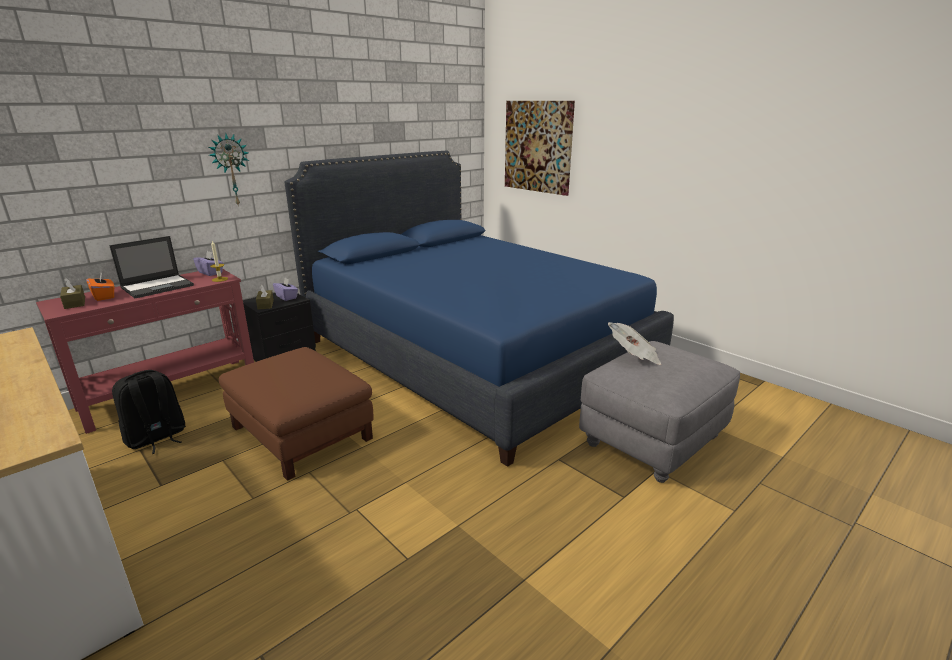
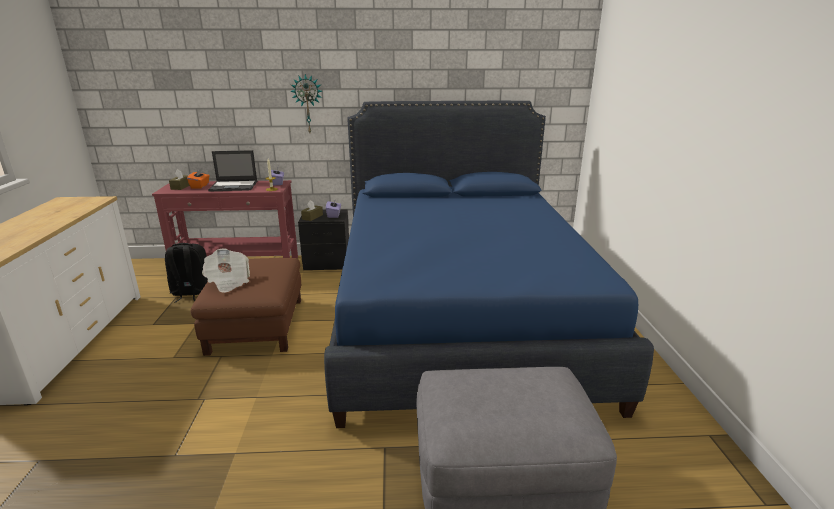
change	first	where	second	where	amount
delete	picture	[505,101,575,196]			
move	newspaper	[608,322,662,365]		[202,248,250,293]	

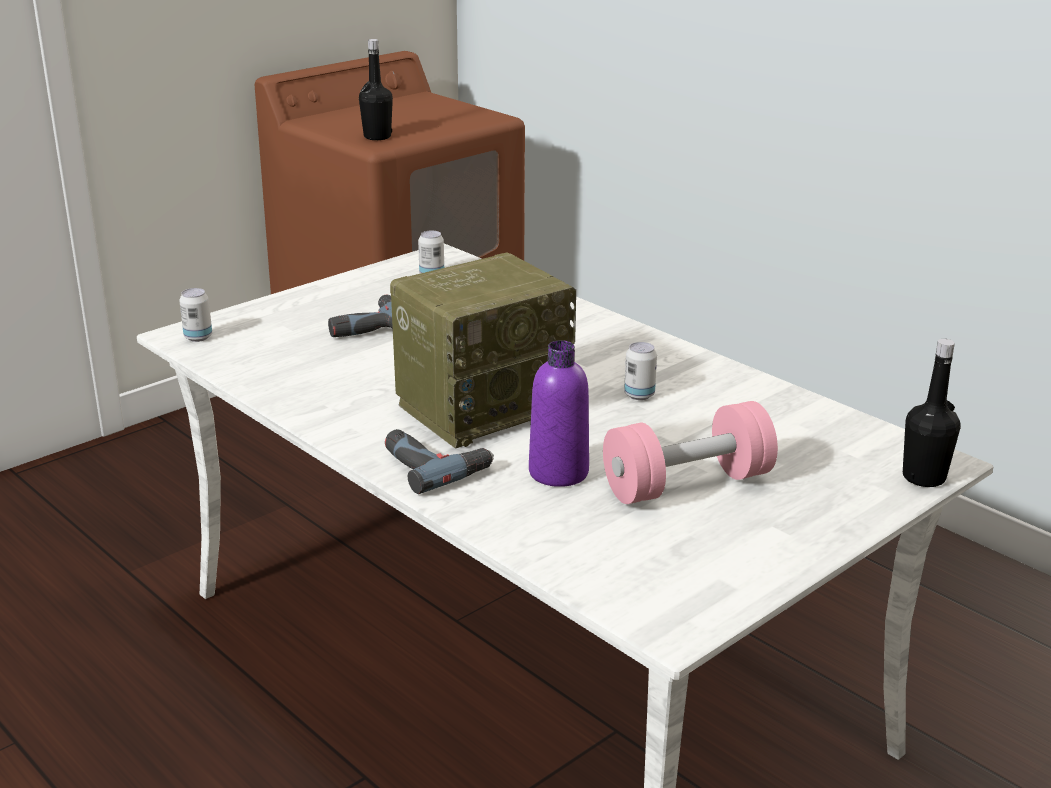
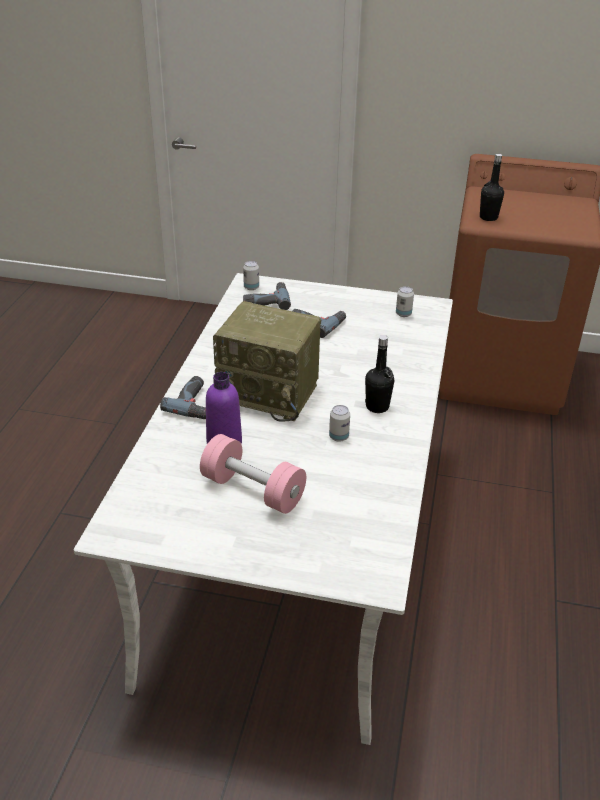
change	first	where	second	where	amount
insert			power drill	[243,282,291,310]	
move	bottle in black	[903,339,960,487]		[365,335,394,413]	

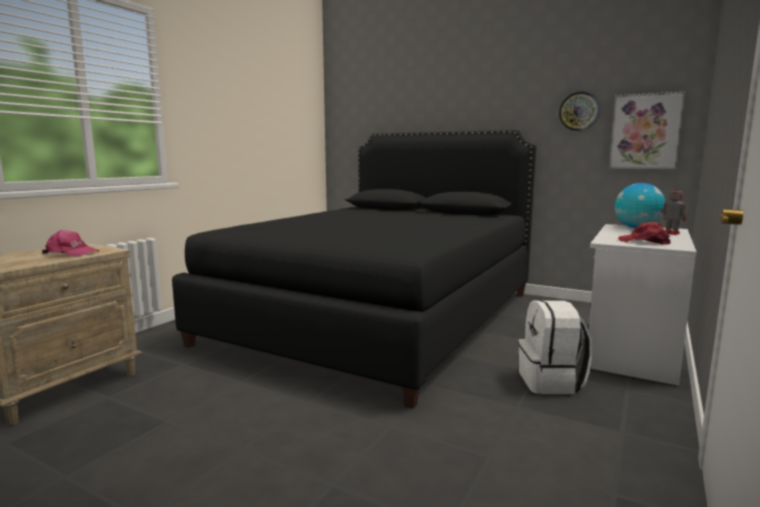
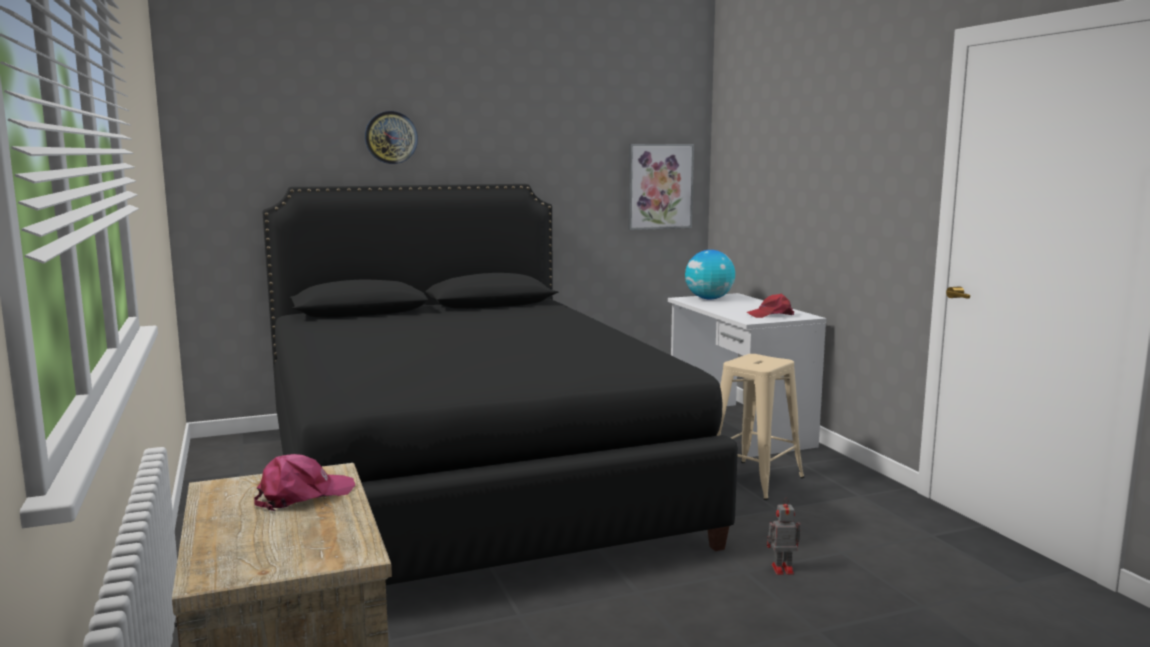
change	first	where	second	where	amount
move	wall clock	[559,91,600,131]		[365,111,418,164]	
move	toy robot	[661,185,686,235]		[767,498,801,575]	
replace	backpack in white	[518,300,592,394]	stool in beige	[716,354,804,500]	

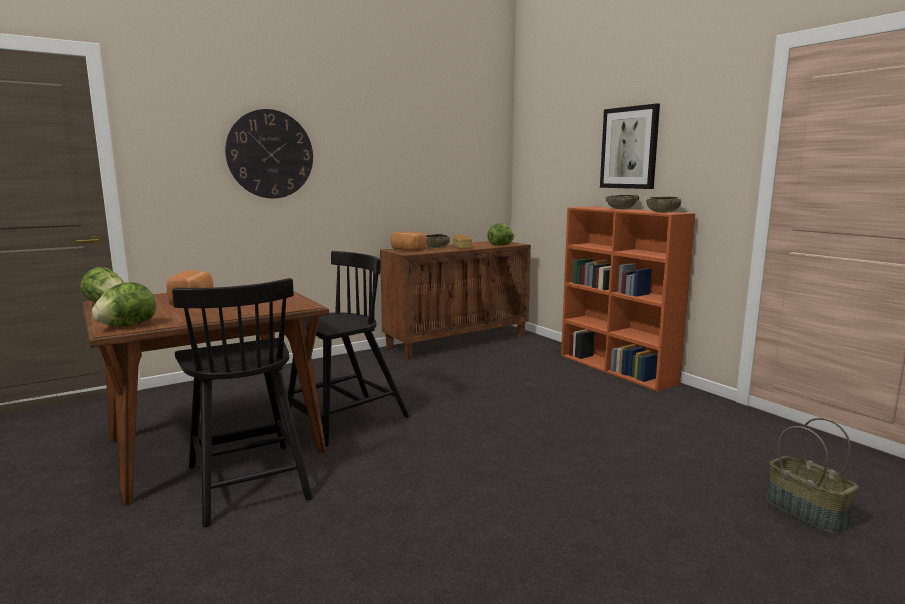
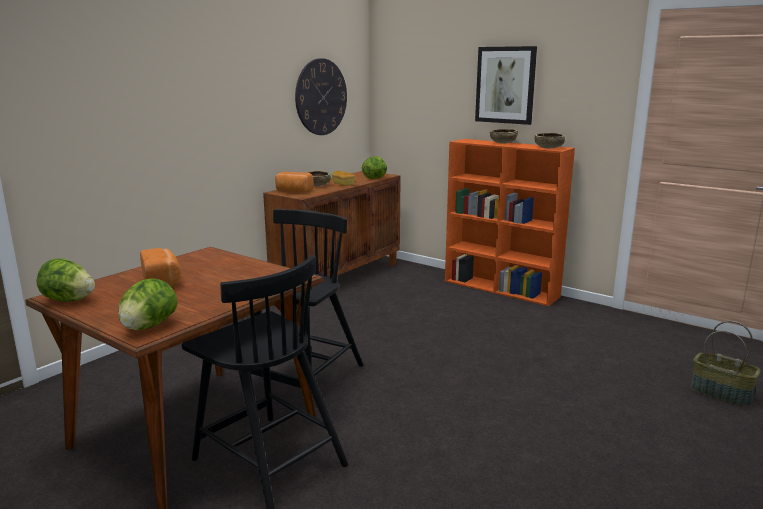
change	first	where	second	where	amount
move	wall clock	[225,109,313,198]		[295,58,347,135]	

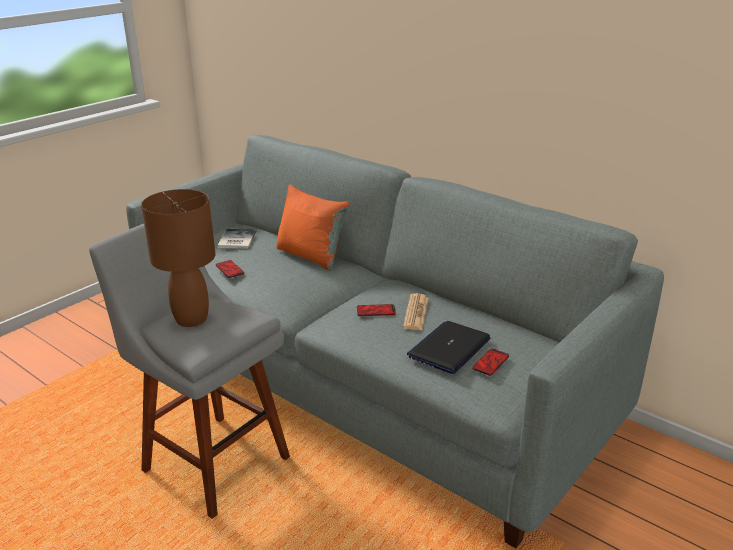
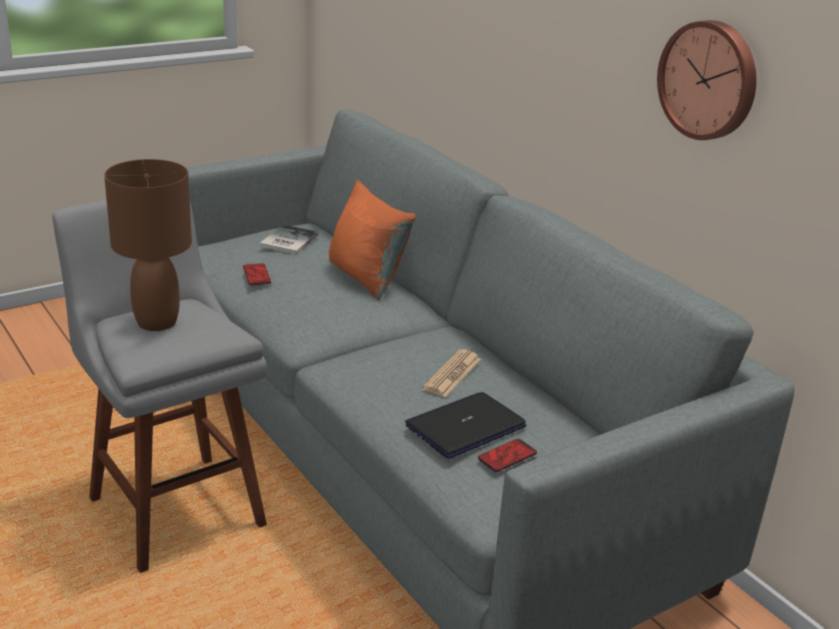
change	first	where	second	where	amount
delete	phone	[357,304,396,316]			
insert			wall clock	[657,20,757,140]	

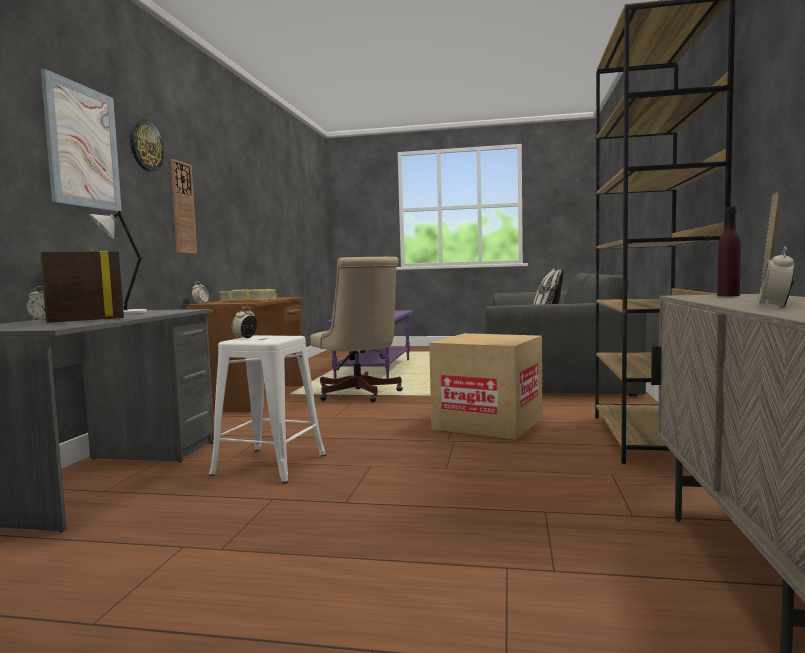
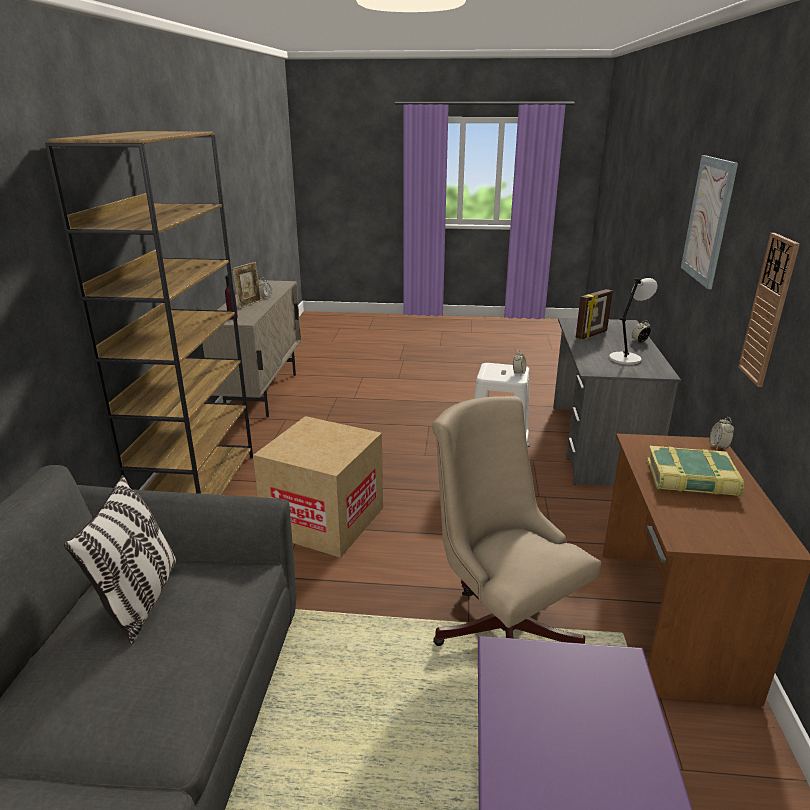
change	first	where	second	where	amount
delete	wall clock	[130,119,164,172]			

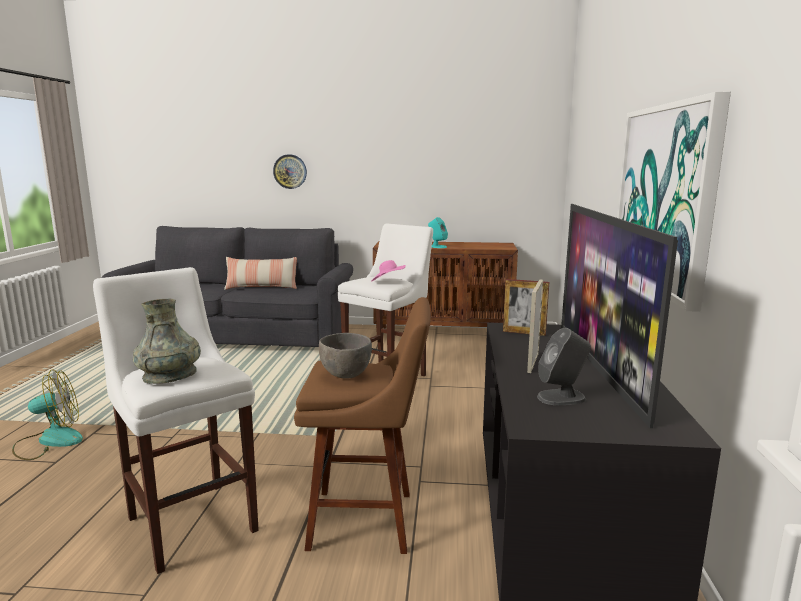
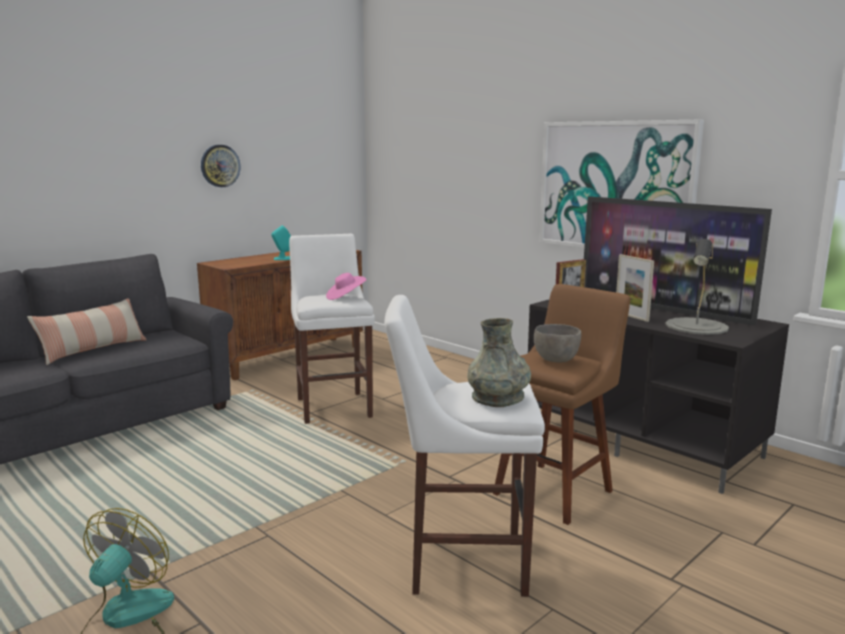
change	first	where	second	where	amount
move	wall clock	[273,154,307,189]		[201,145,241,187]	
replace	speaker in grey	[537,328,591,405]	table lamp in grey	[665,239,729,335]	

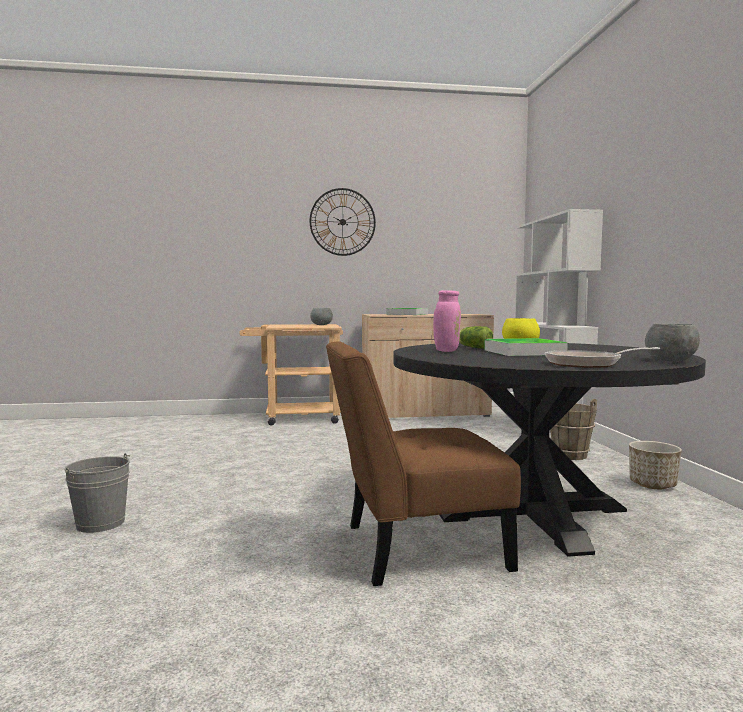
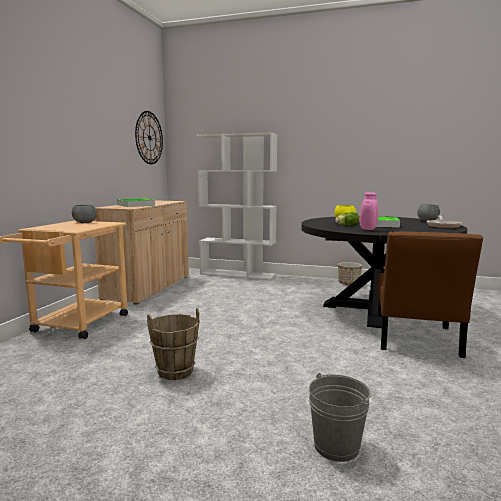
change	first	where	second	where	amount
move	wall clock	[309,188,376,256]		[135,111,163,164]	
move	bucket in brown	[550,399,597,460]		[147,308,199,380]	

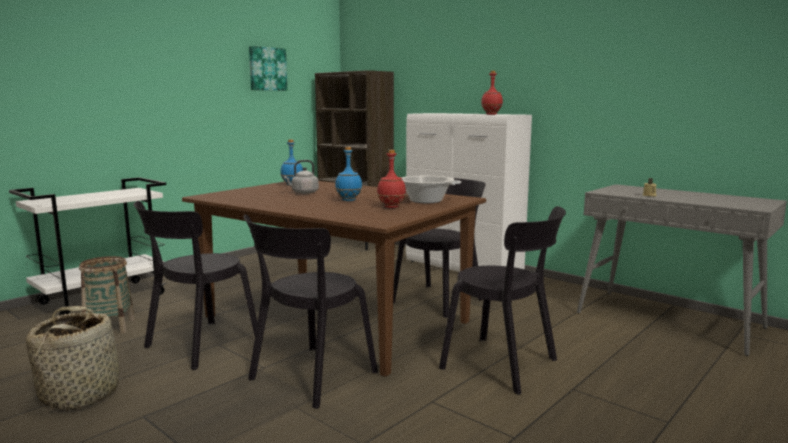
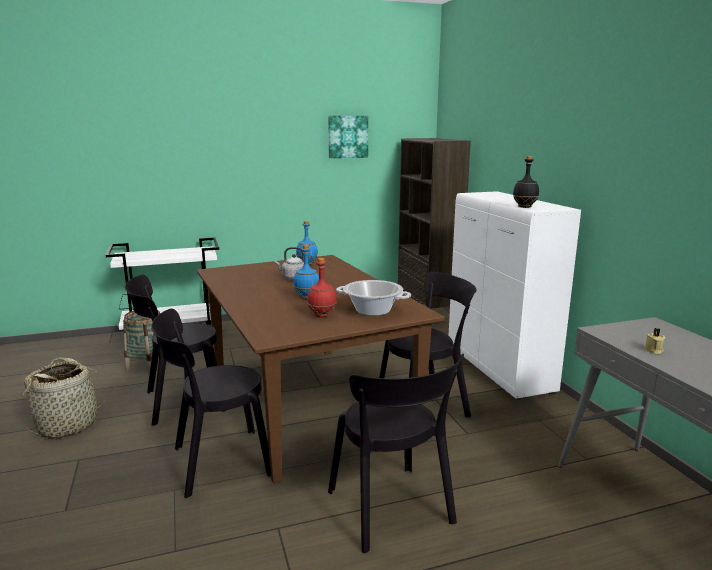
change	first	where	second	where	amount
recolor	bottle in red	[481,71,503,115]	bottle in black	[513,156,539,208]	

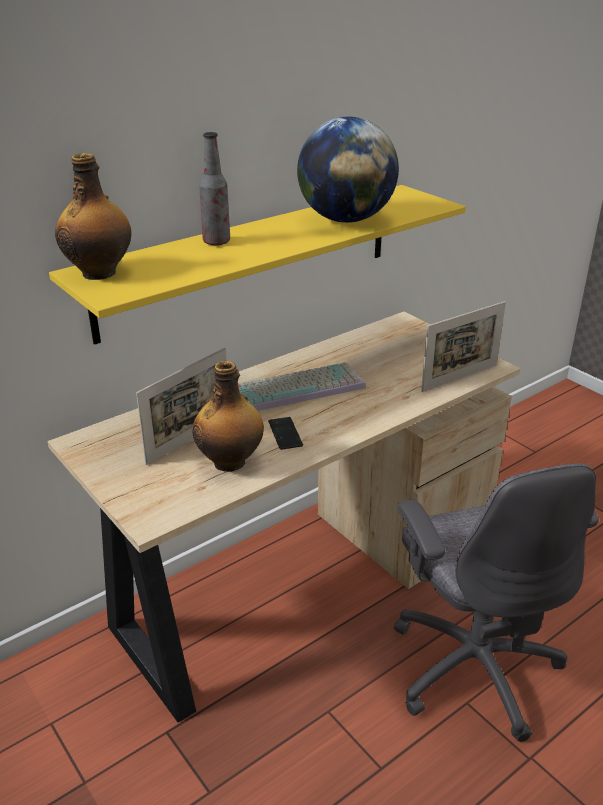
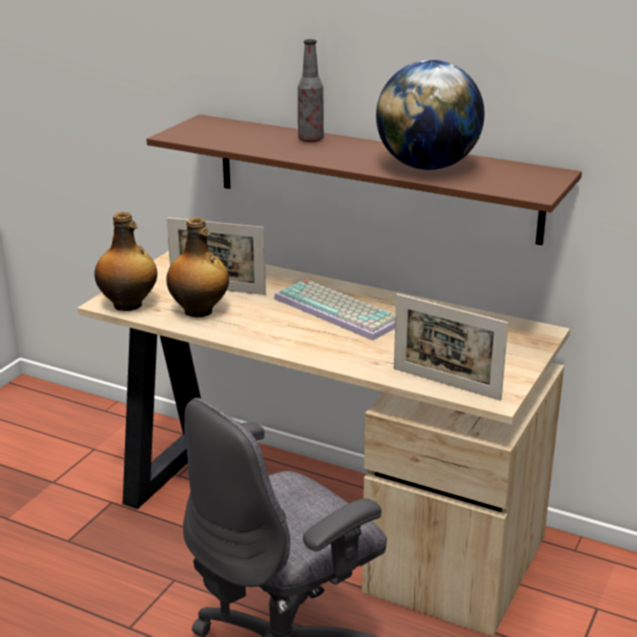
change	first	where	second	where	amount
delete	phone	[268,417,303,450]			
move	bottle	[55,153,131,280]		[94,212,157,311]	
recolor	shelf in yellow	[49,185,466,345]	shelf in brown	[147,114,582,245]	

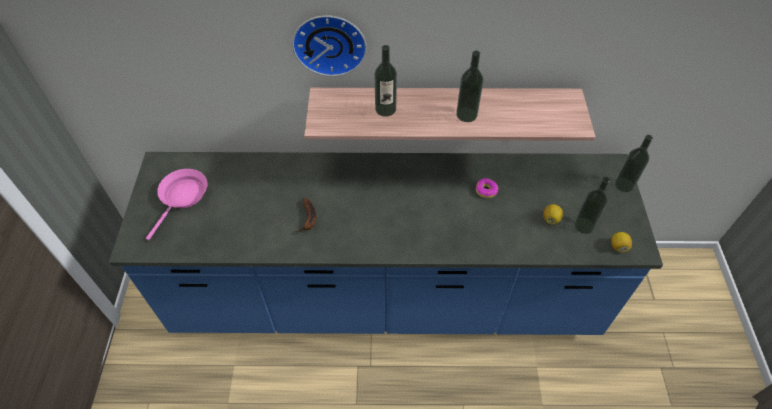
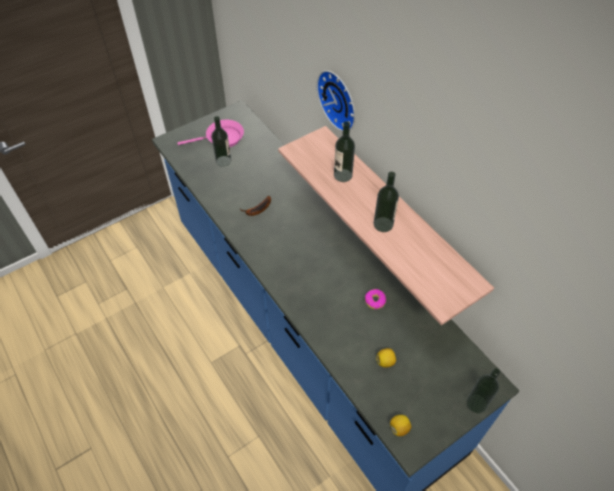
change	first	where	second	where	amount
move	bottle	[574,177,610,234]		[212,116,231,167]	

